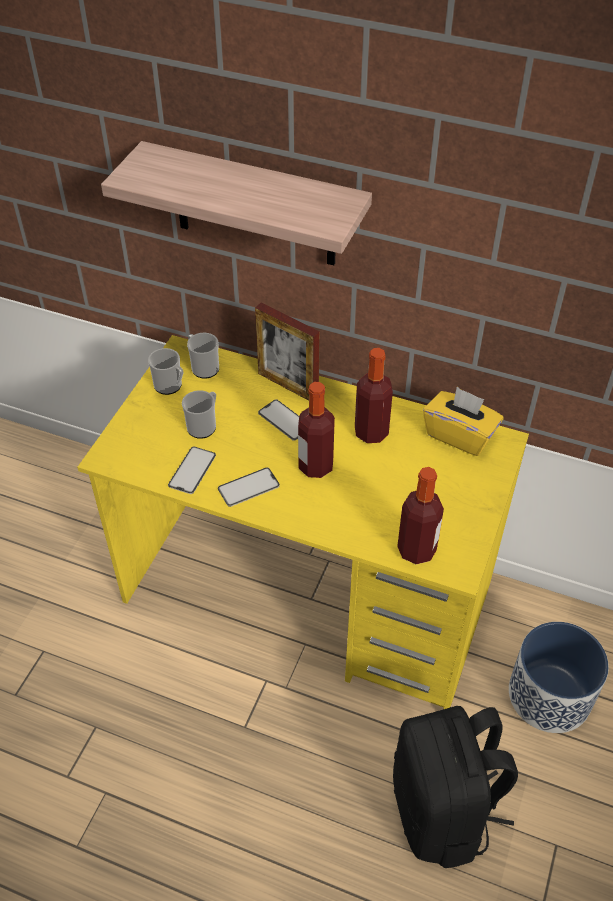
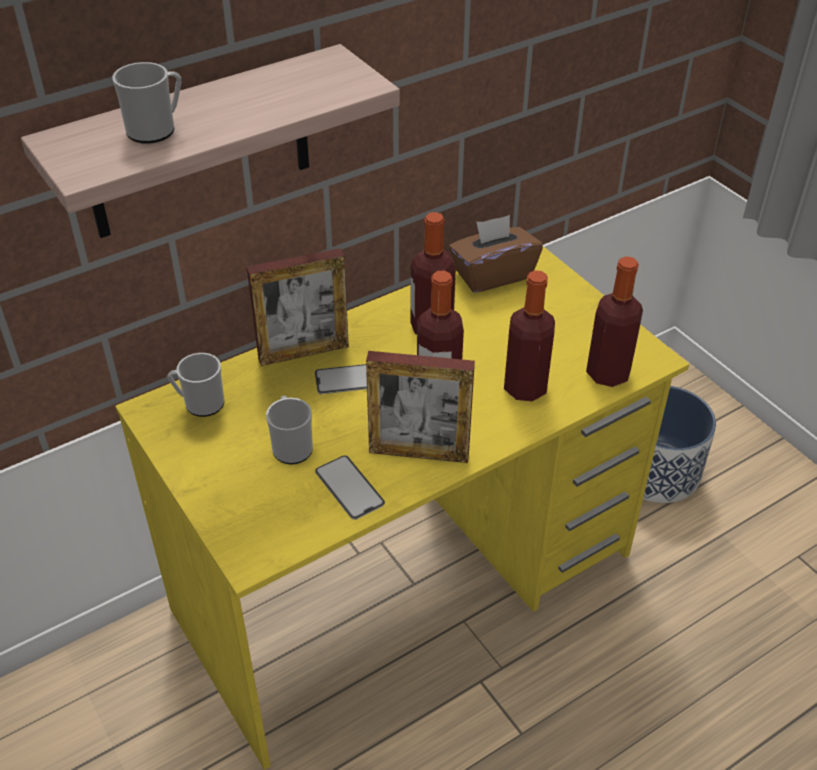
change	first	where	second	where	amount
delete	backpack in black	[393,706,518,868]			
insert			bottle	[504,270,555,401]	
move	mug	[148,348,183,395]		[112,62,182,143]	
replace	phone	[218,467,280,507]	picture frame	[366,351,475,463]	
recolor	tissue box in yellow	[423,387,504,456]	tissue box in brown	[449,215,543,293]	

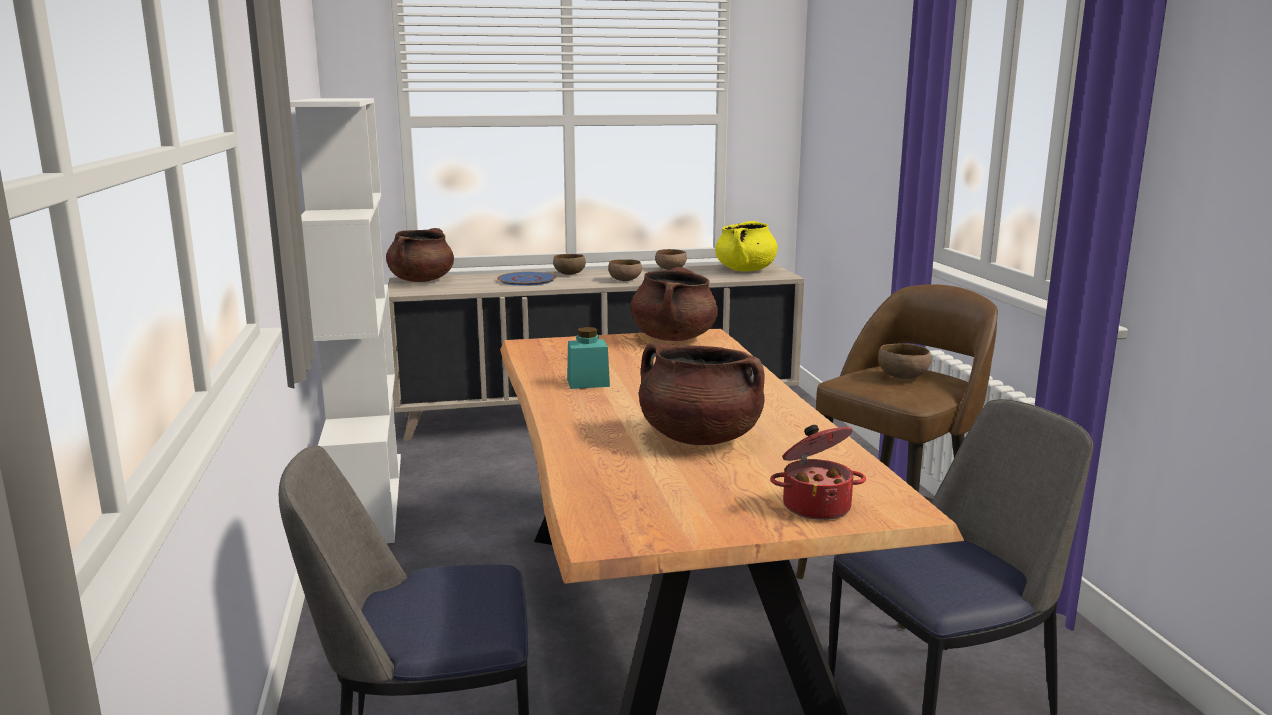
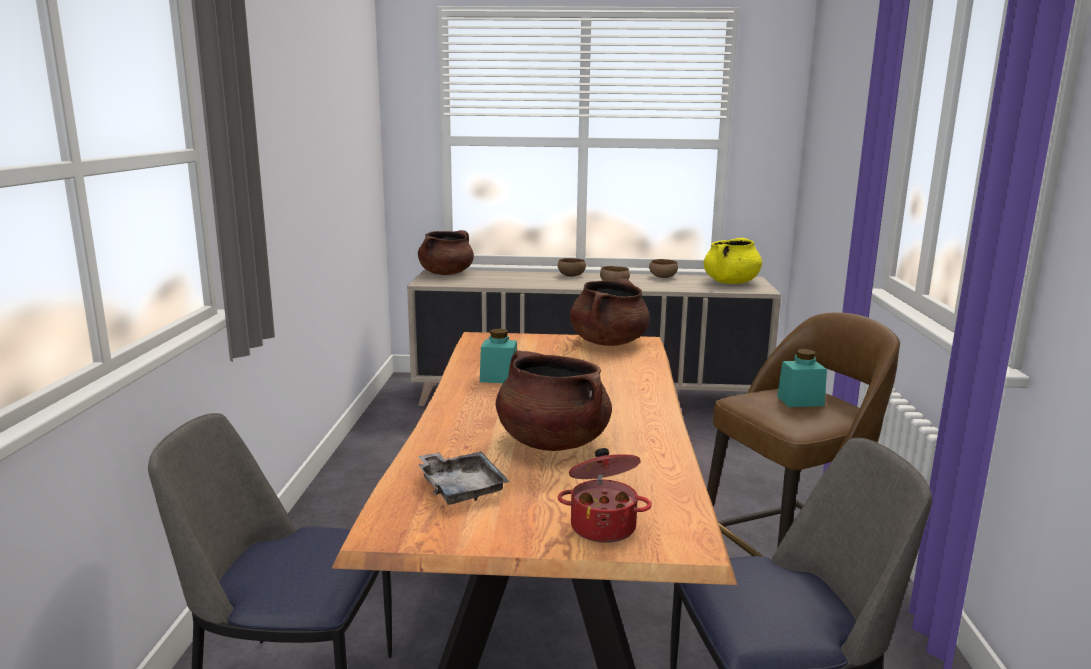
change	first	where	second	where	amount
delete	bookcase in white	[290,98,401,543]			
delete	plate in blue	[497,272,556,286]			
insert			tray in grey	[418,451,510,505]	
replace	bowl in brown	[878,344,931,379]	jar in turquoise	[777,349,827,407]	

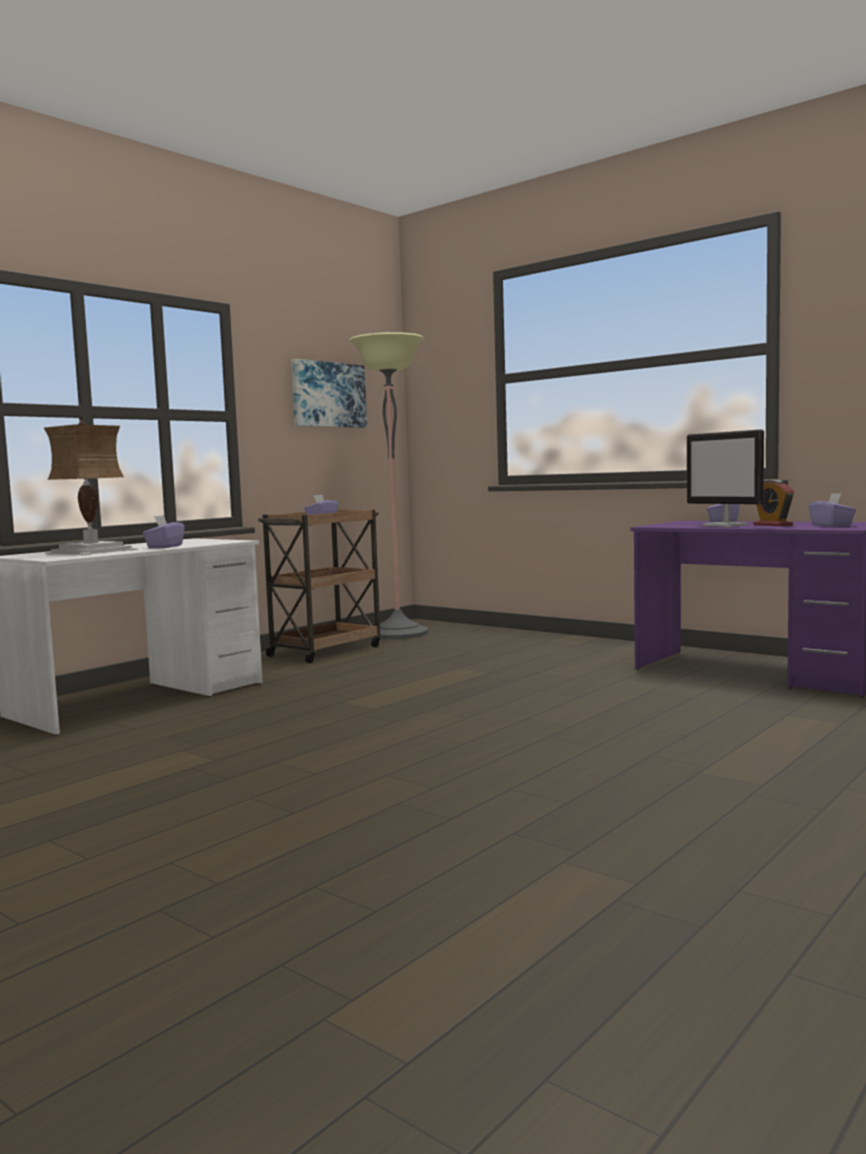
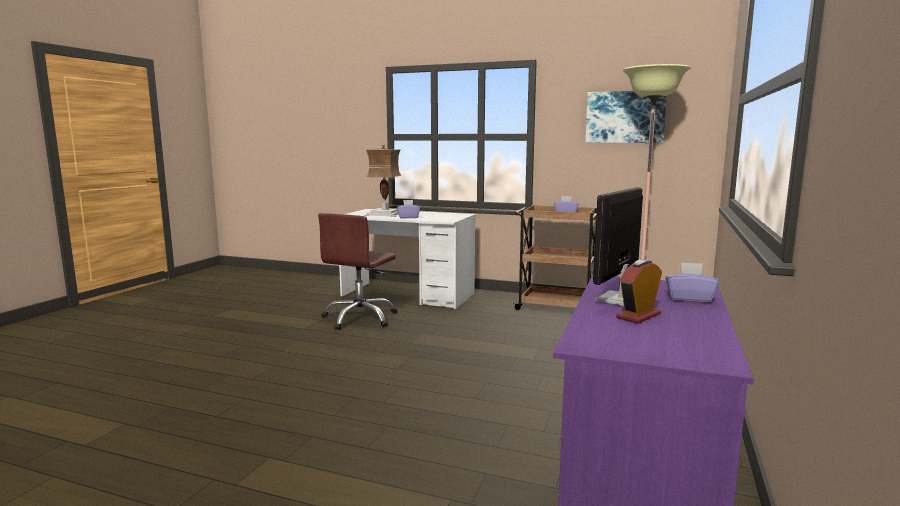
change	first	where	second	where	amount
delete	tissue box in purple	[809,493,856,527]			
insert			office chair in brown	[318,213,397,330]	

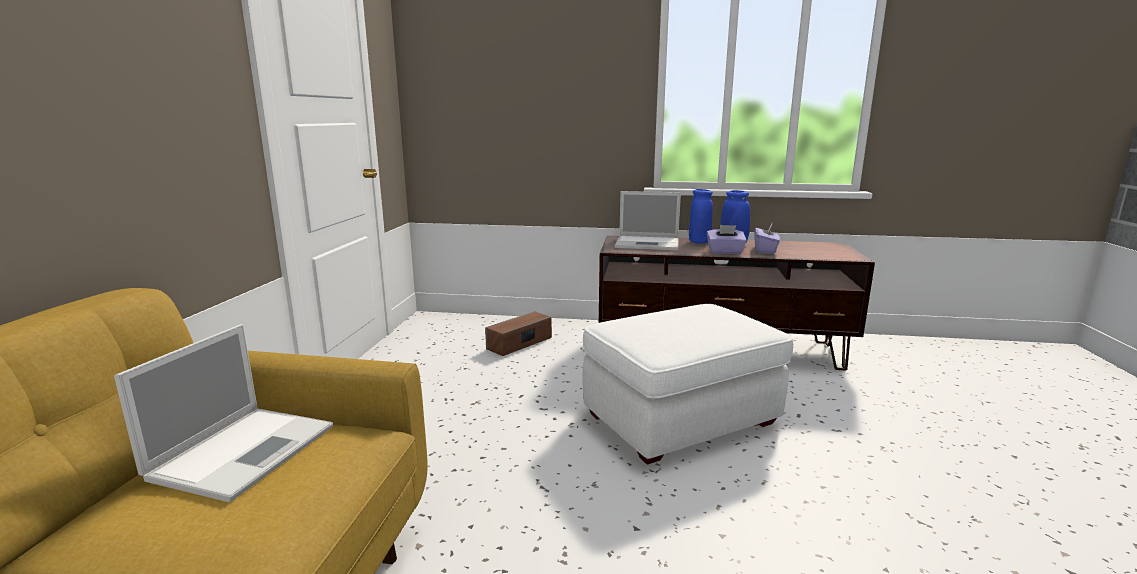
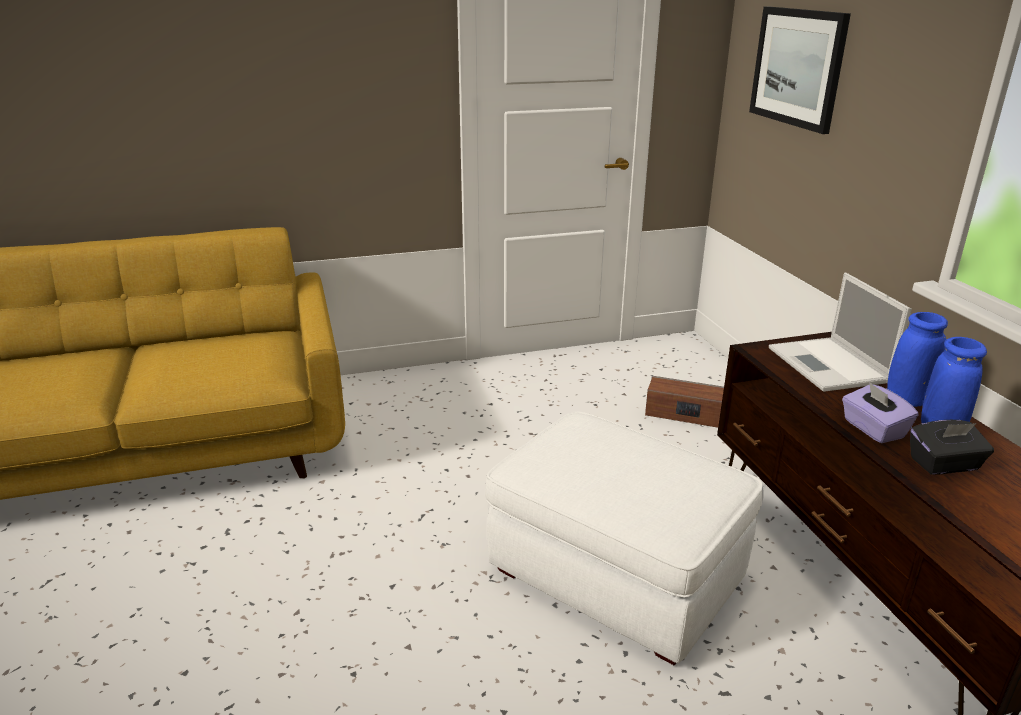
change	first	where	second	where	amount
delete	laptop	[114,324,333,502]			
insert			picture	[749,7,851,134]	
recolor	tissue box in purple	[754,224,780,254]	tissue box in black	[910,420,994,475]	

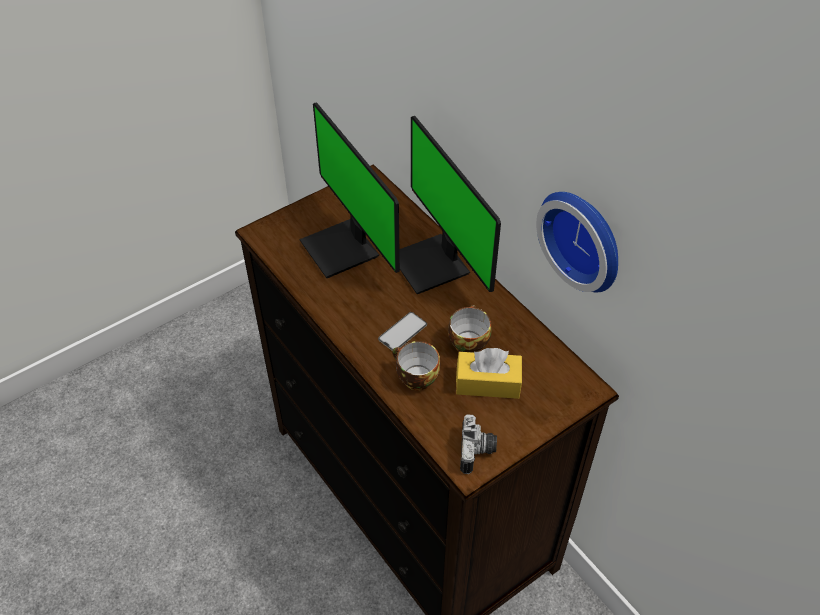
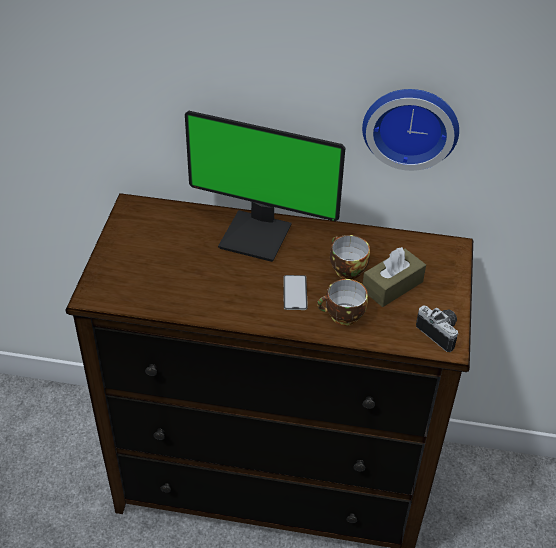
change	first	where	second	where	amount
delete	monitor	[300,102,400,278]			
recolor	tissue box in yellow	[456,348,522,399]	tissue box in brown	[362,247,426,307]	

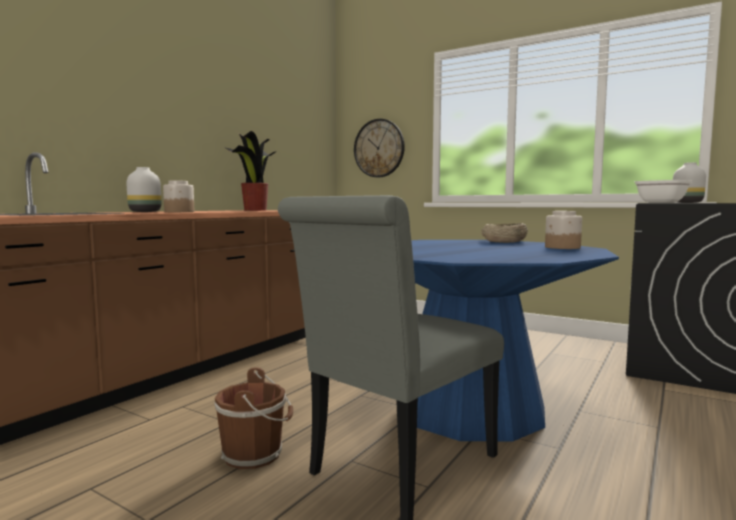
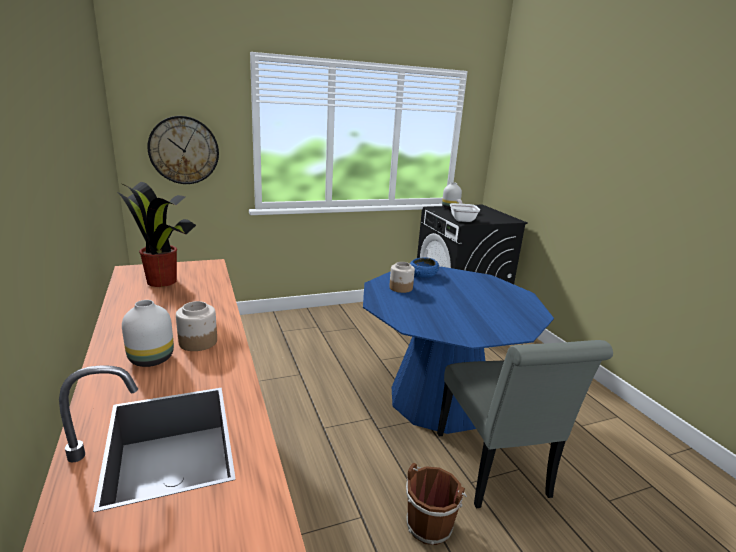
change	first	where	second	where	amount
move	jar	[545,211,582,249]		[389,262,415,293]	
recolor	bowl in beige	[481,223,528,243]	bowl in blue	[410,257,439,278]	

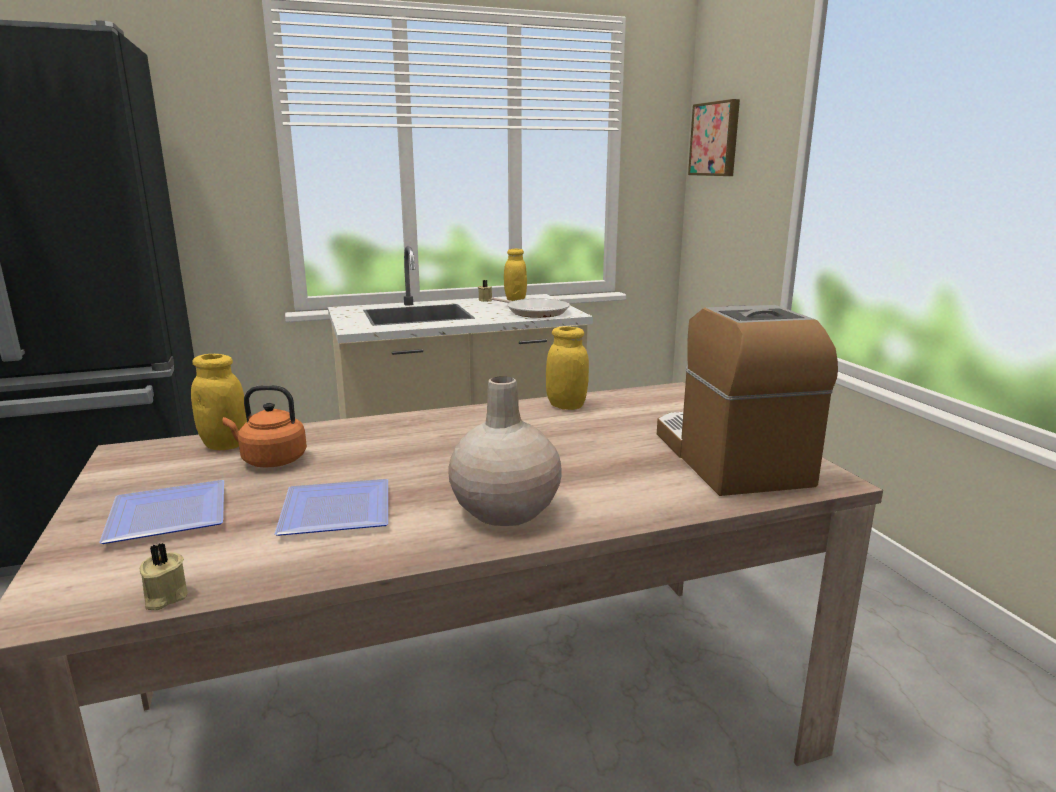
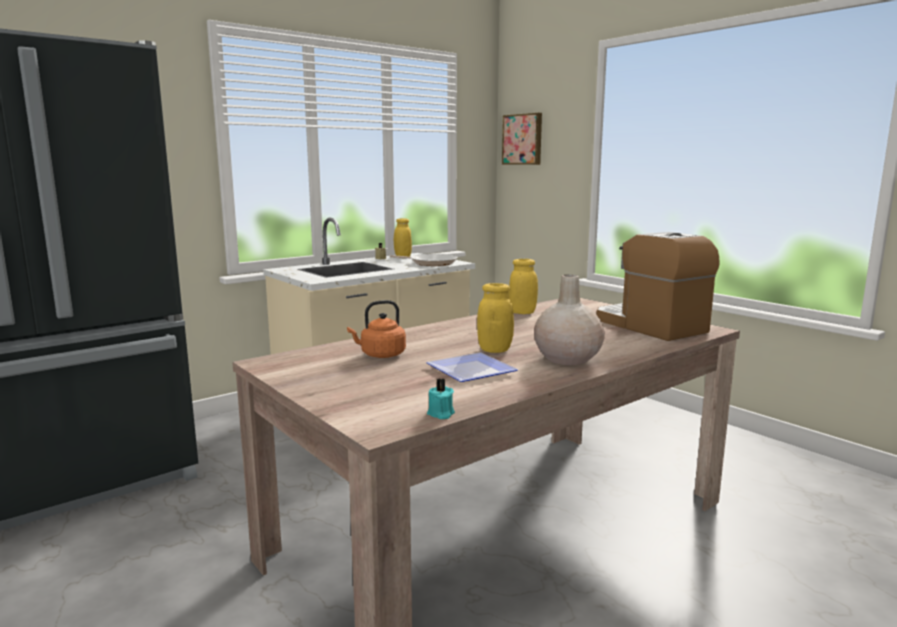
change	first	where	second	where	amount
delete	plate	[99,480,224,544]			
move	jar in yellow	[191,354,247,450]		[477,283,514,353]	
recolor	candle in beige	[140,543,187,610]	candle in turquoise	[427,378,455,419]	

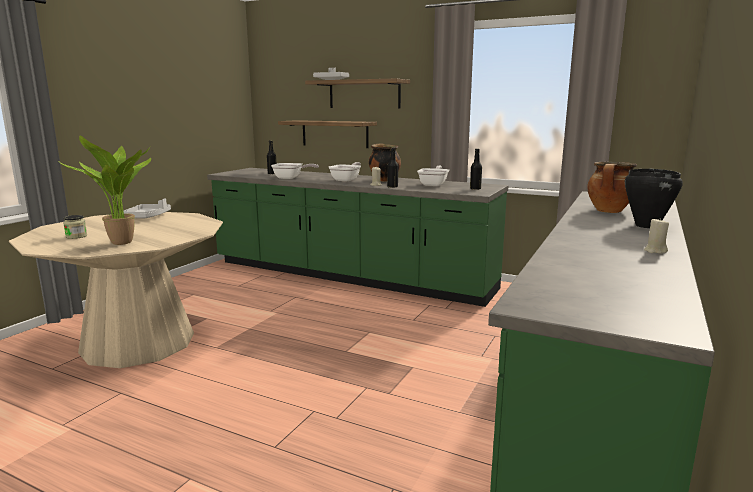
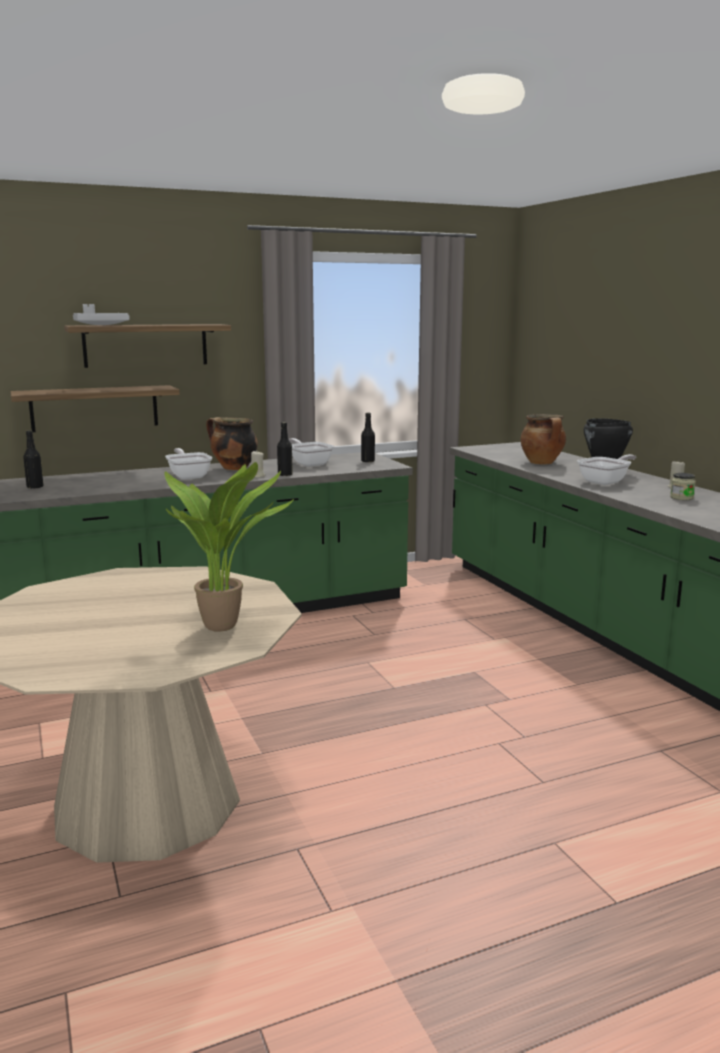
change	first	where	second	where	amount
delete	tray in grey	[124,198,171,219]			
move	jar	[63,215,87,239]		[670,473,696,500]	
move	frying pan	[271,163,319,179]		[577,454,636,485]	

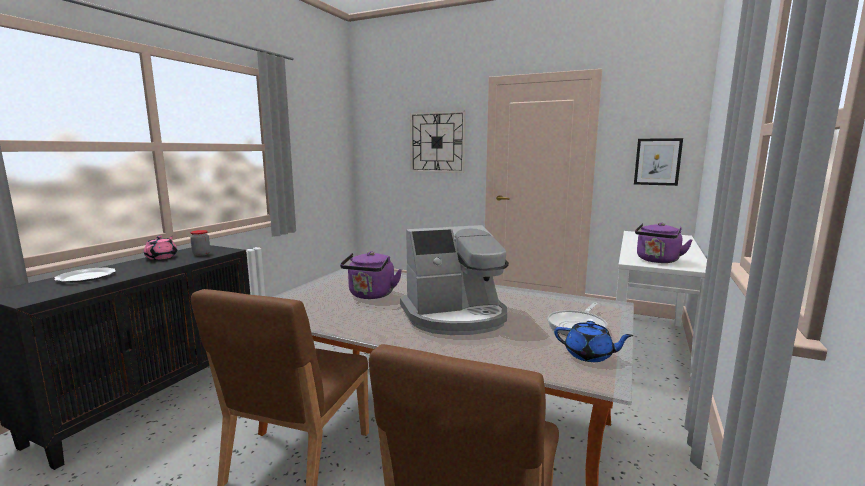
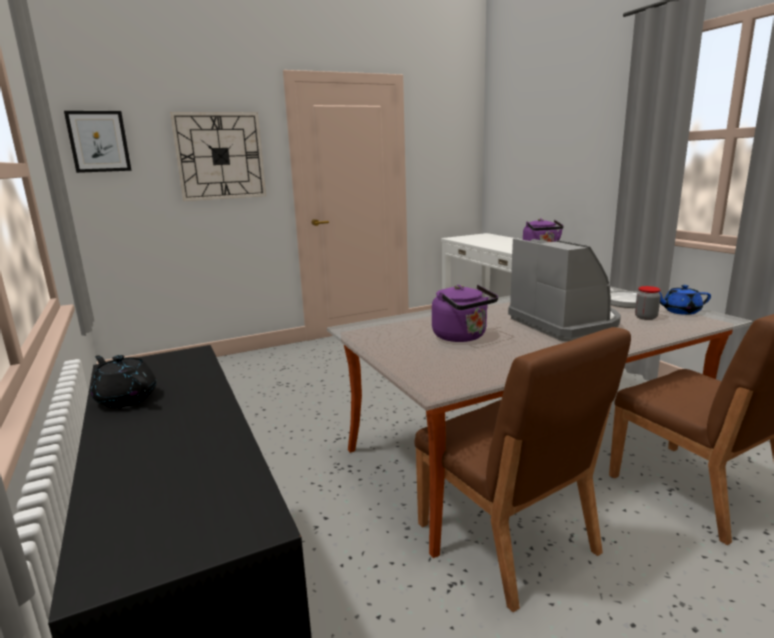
change	first	where	second	where	amount
delete	plate	[55,267,116,283]			
move	jar	[190,230,210,256]		[635,286,661,320]	
move	picture	[634,138,683,186]		[64,111,132,173]	
recolor	teapot in pink	[144,236,177,260]	teapot in black	[91,355,156,408]	
rotate	coffee machine	[400,225,509,335]		[508,238,621,342]	45 degrees counterclockwise
rotate	teapot in blue	[554,321,634,362]		[659,285,711,315]	150 degrees counterclockwise

